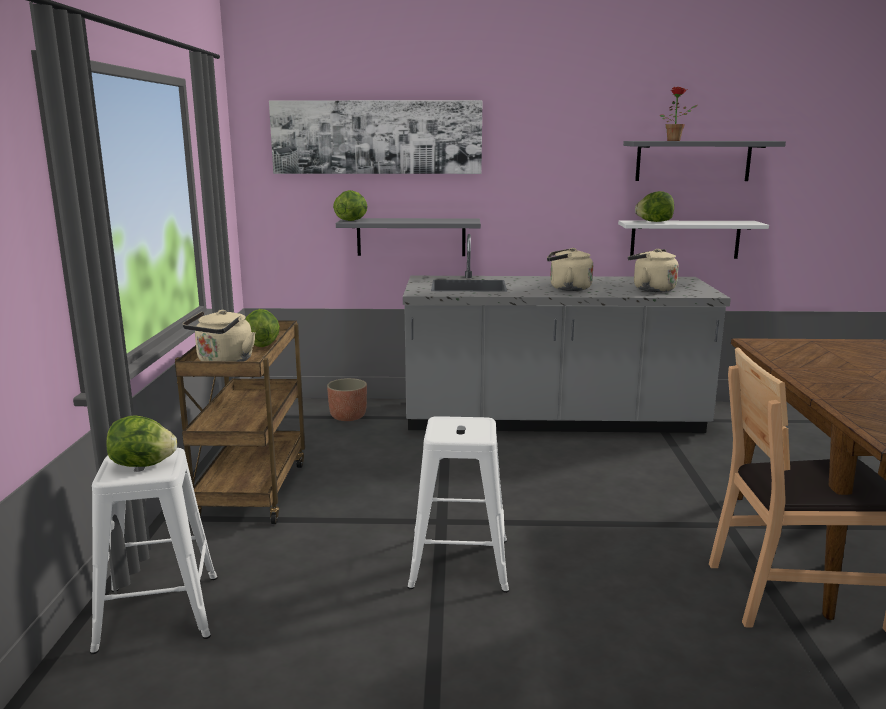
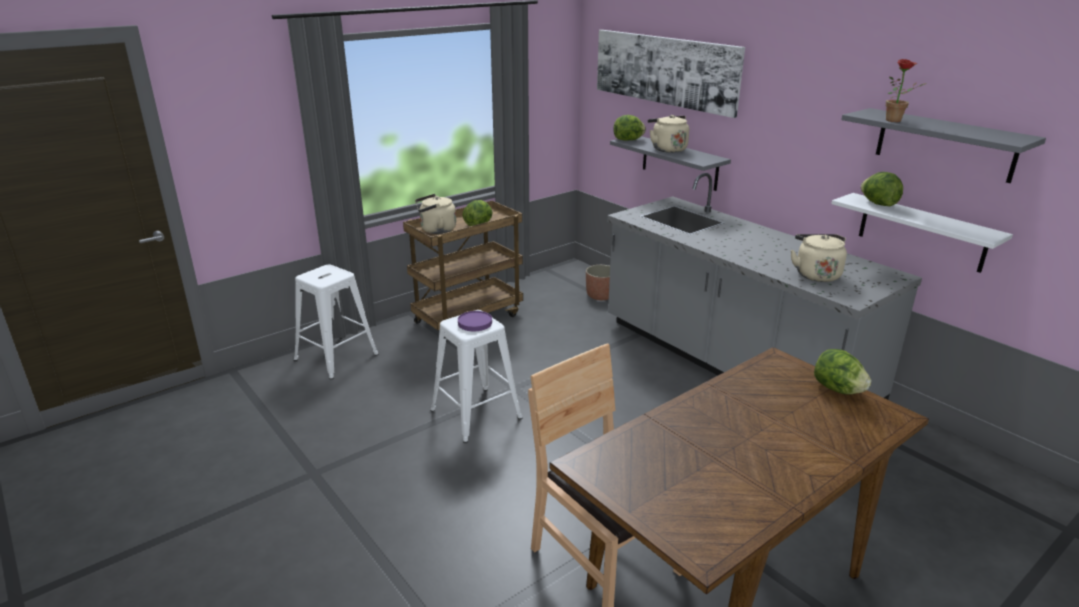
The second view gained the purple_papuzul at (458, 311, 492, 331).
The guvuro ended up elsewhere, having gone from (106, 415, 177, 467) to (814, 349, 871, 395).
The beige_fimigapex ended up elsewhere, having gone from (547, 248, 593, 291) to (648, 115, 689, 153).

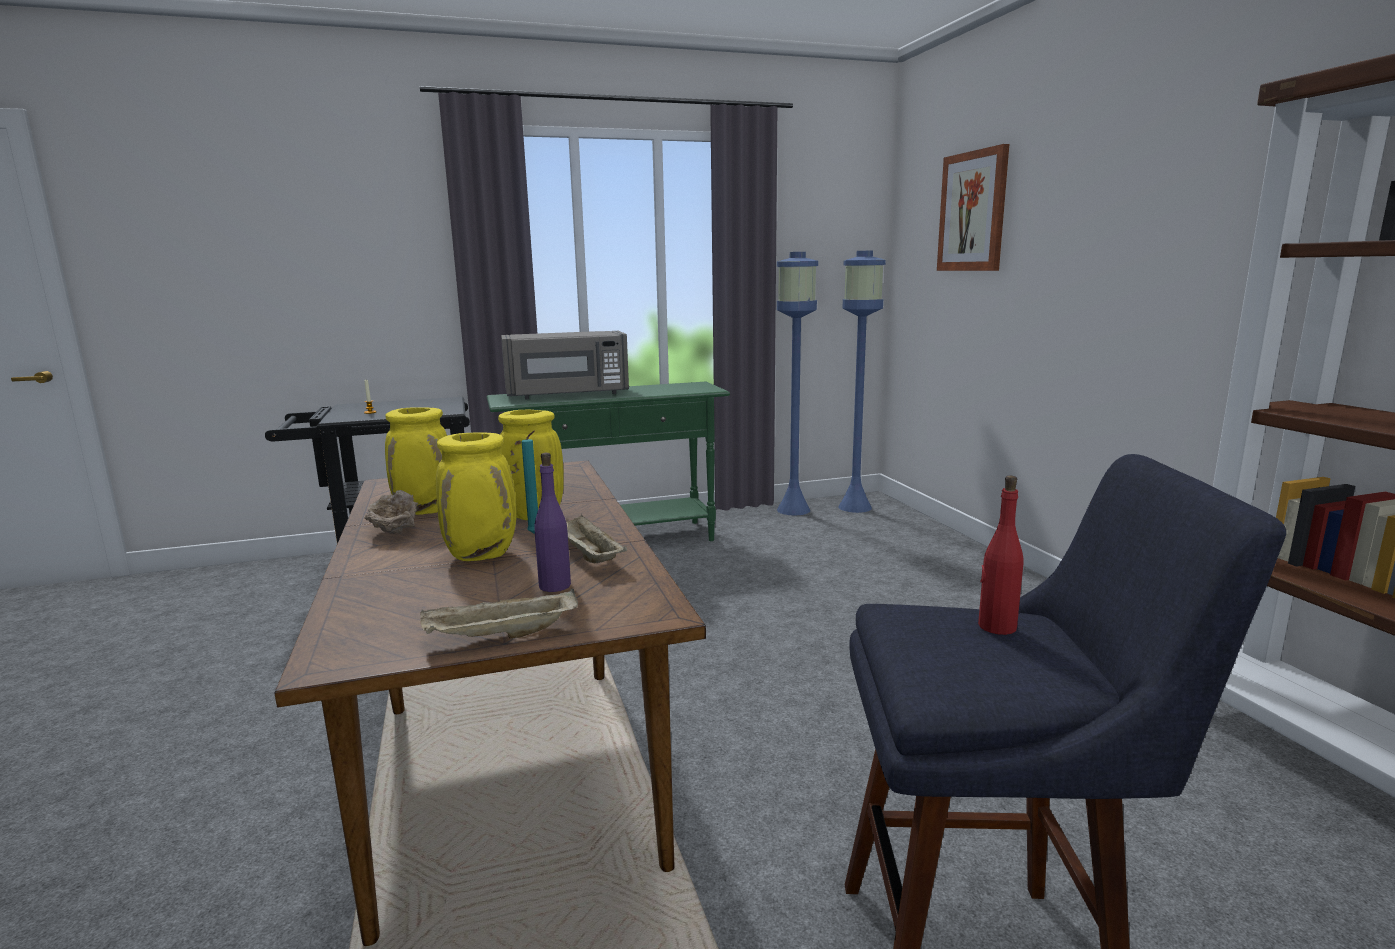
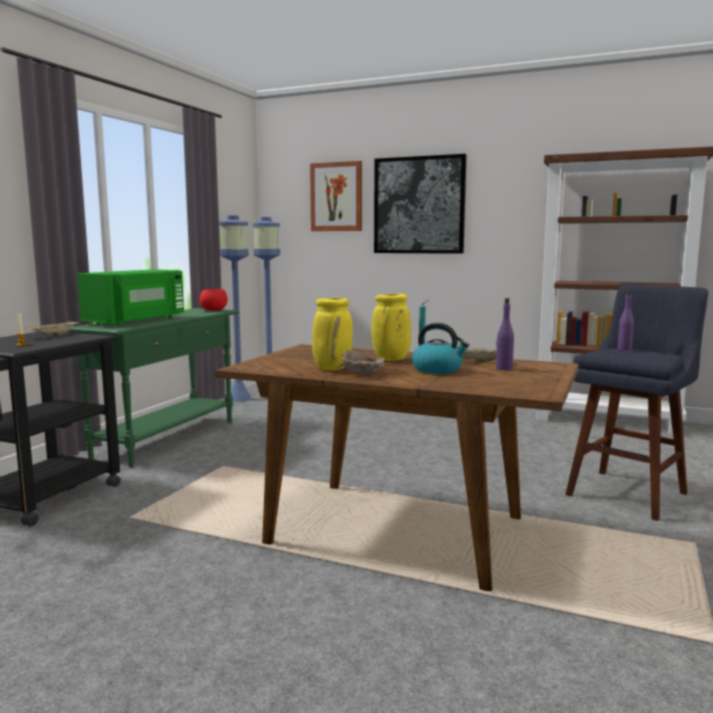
The second view gained the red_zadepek at (199, 289, 228, 311).
The second view gained the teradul at (374, 154, 467, 254).
The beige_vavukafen ended up elsewhere, having gone from (420, 588, 578, 639) to (25, 320, 79, 335).
Where the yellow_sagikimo stood at (436, 433, 517, 561), the fimigapex came to stand at (412, 323, 469, 374).
What was the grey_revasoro at (501, 331, 629, 399) turned into the green_revasoro at (77, 270, 184, 326).
What was the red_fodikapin at (978, 476, 1023, 635) turned into the purple_fodikapin at (617, 290, 634, 350).

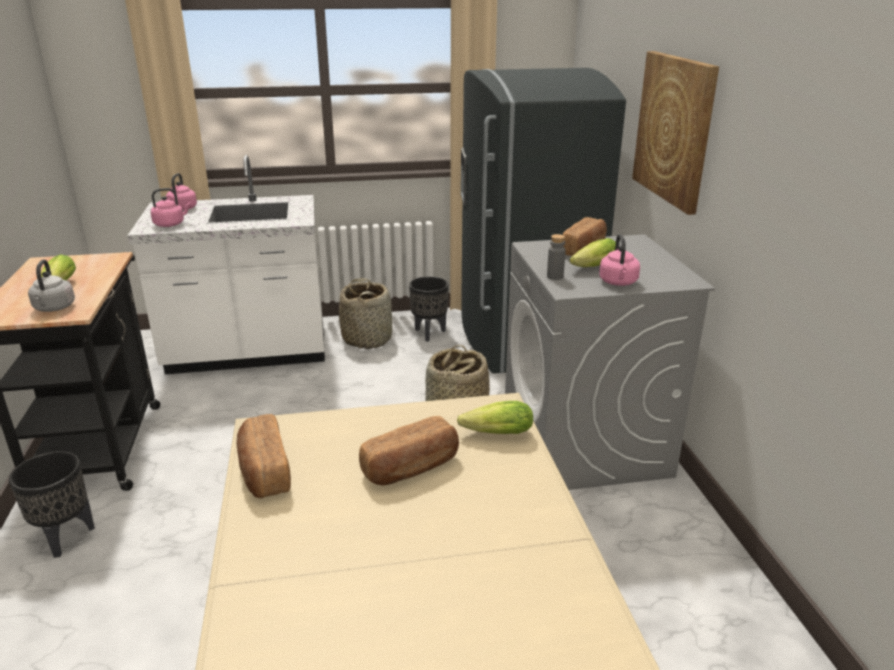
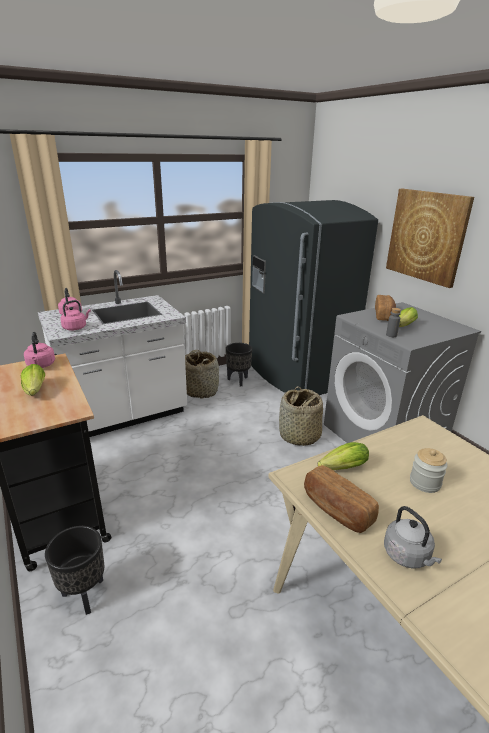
The grey_fimigapex ended up elsewhere, having gone from (28, 260, 75, 312) to (384, 506, 442, 569).
The guvuro ended up elsewhere, having gone from (457, 401, 533, 434) to (318, 442, 369, 470).
The pink_fimigapex ended up elsewhere, having gone from (599, 234, 640, 286) to (24, 332, 55, 368).
Where the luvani stood at (359, 416, 459, 486), the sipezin came to stand at (410, 448, 448, 493).

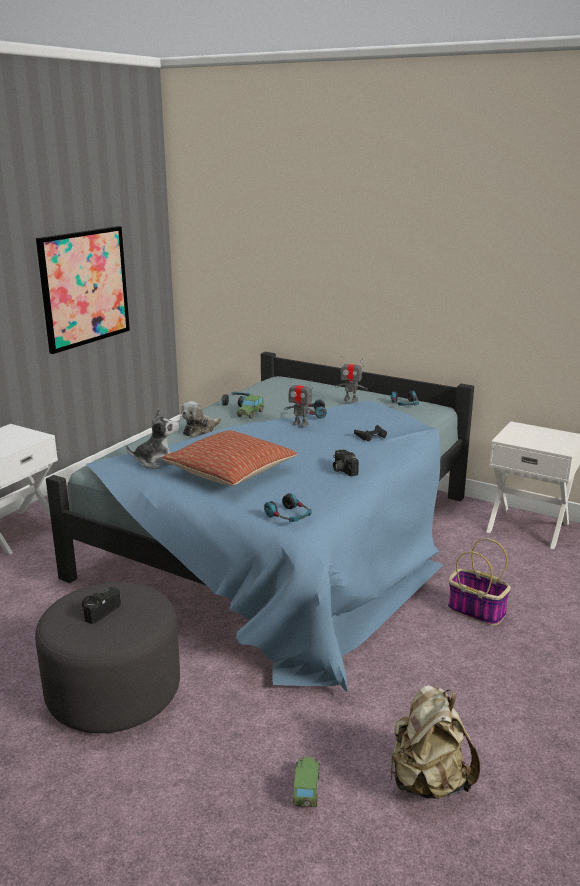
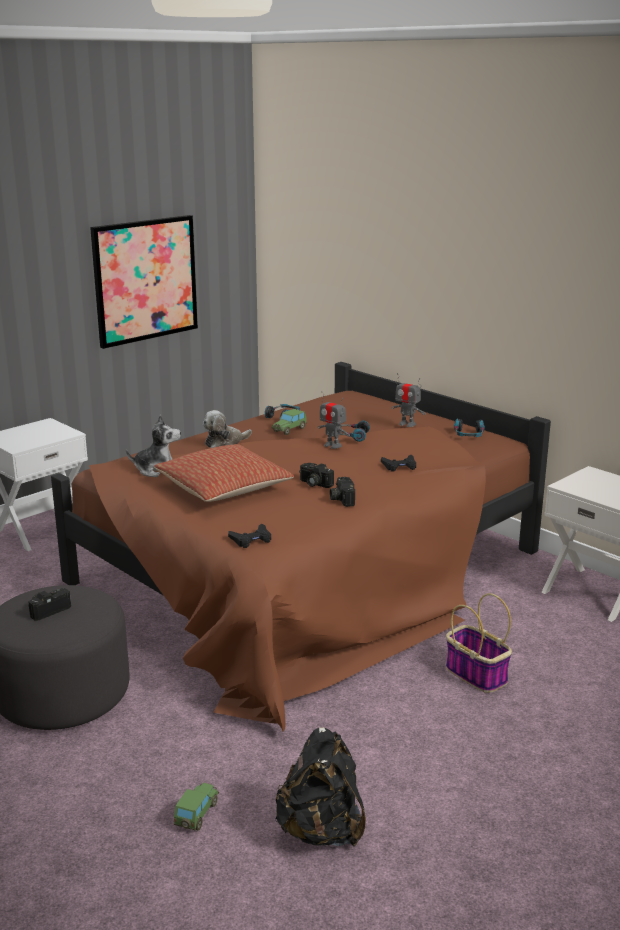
The second view gained the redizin at (299, 463, 334, 488).
Where the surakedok stood at (264, 493, 312, 522), the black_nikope came to stand at (228, 523, 271, 548).
What was the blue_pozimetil at (46, 352, 474, 692) turned into the brown_pozimetil at (51, 362, 551, 731).
What was the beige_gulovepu at (390, 685, 480, 799) turned into the black_gulovepu at (275, 727, 366, 846).

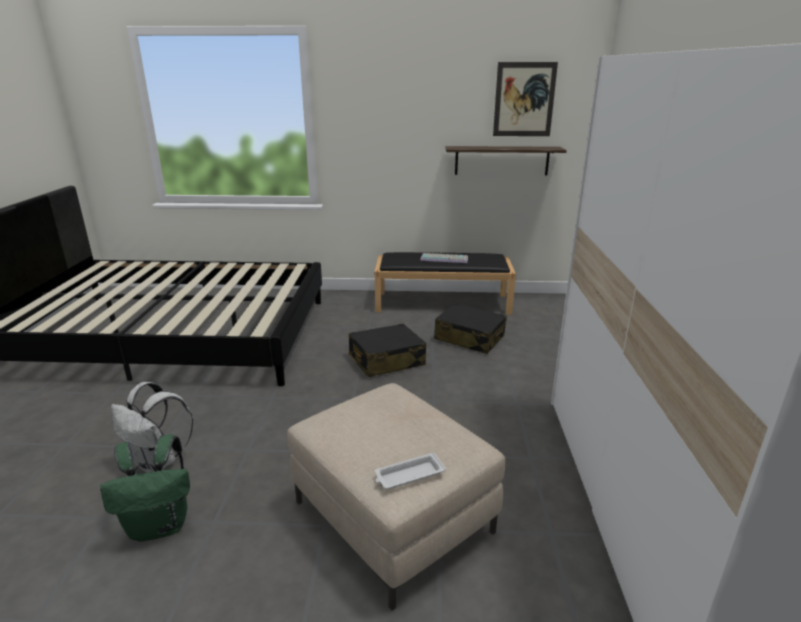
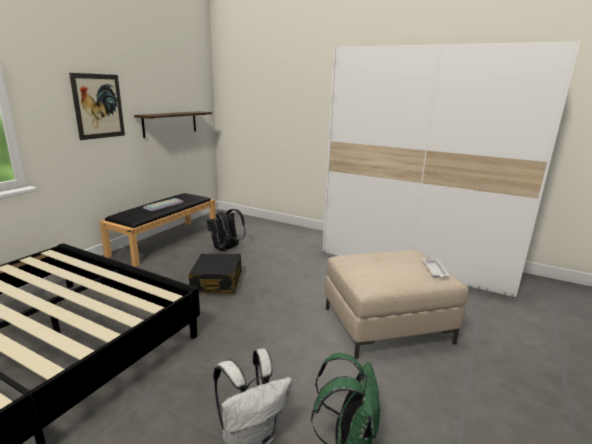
The teradul ended up elsewhere, having gone from (493, 62, 558, 136) to (69, 73, 125, 140).
Where the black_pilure stood at (434, 303, 507, 354), the black_gulovepu came to stand at (206, 209, 245, 251).

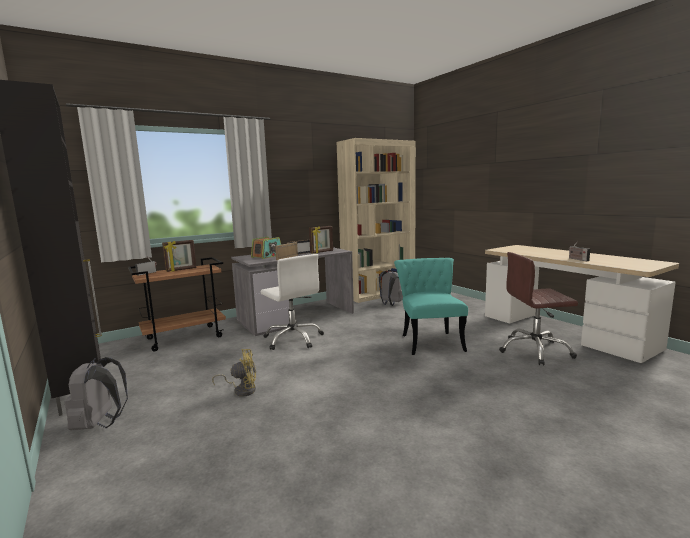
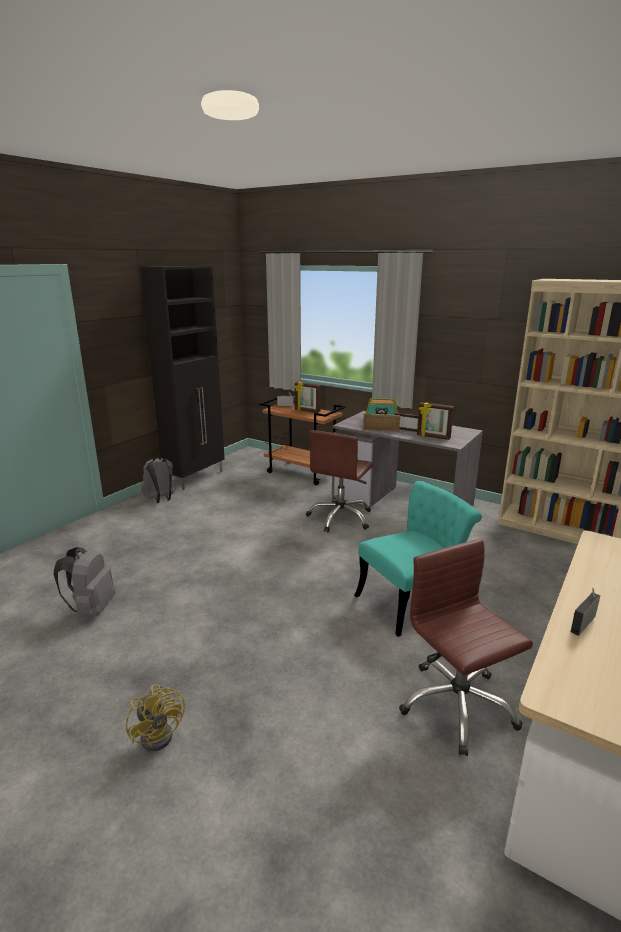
The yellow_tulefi ended up elsewhere, having gone from (212, 349, 256, 397) to (126, 685, 185, 751).
The grey_gulovepu ended up elsewhere, having gone from (379, 270, 403, 306) to (54, 547, 116, 615).
What was the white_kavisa at (260, 254, 324, 350) turned into the brown_kavisa at (306, 430, 373, 532).

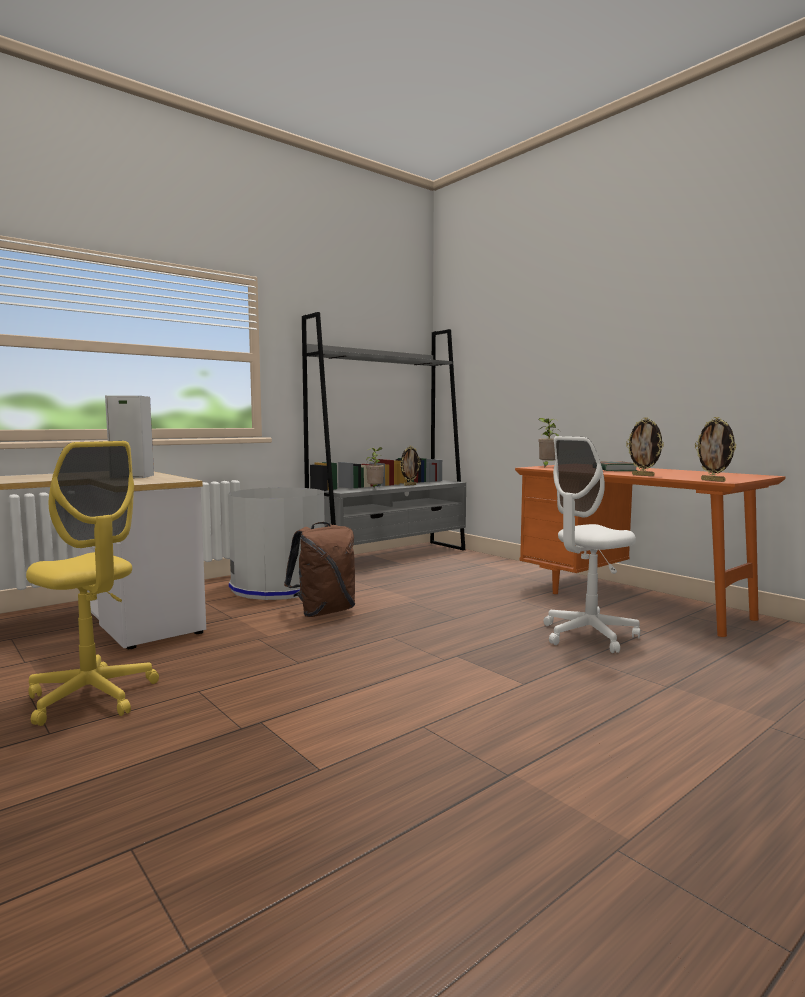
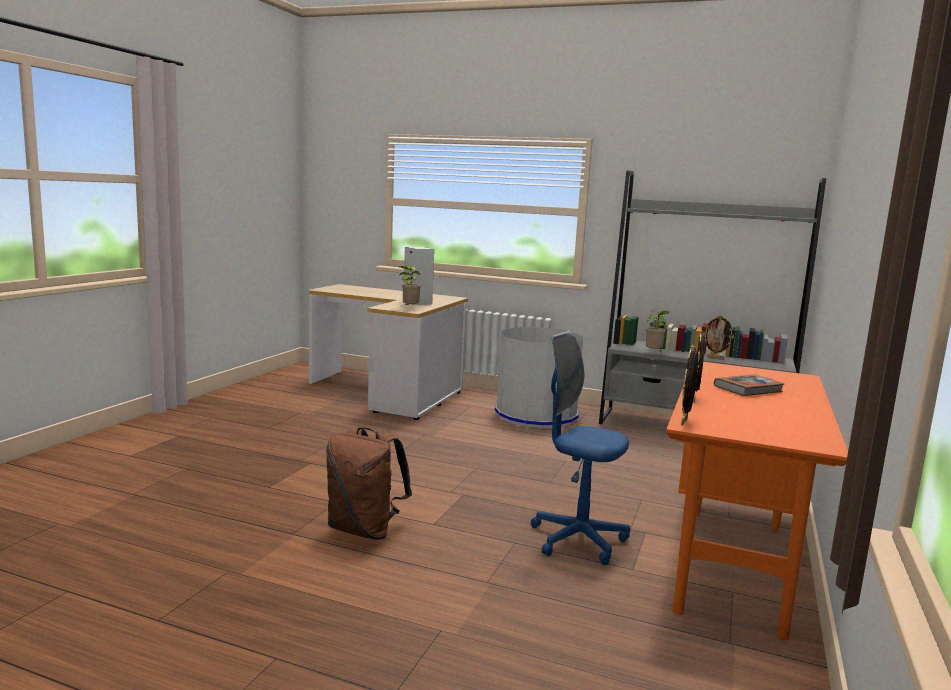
The second view lost the yellow_kavisa at (26, 441, 159, 726).
The brown_gulovepu ended up elsewhere, having gone from (284, 522, 355, 617) to (326, 428, 412, 540).
The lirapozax ended up elsewhere, having gone from (538, 418, 560, 467) to (399, 265, 421, 307).
What was the white_kavisa at (544, 436, 640, 653) turned into the blue_kavisa at (531, 331, 630, 565).

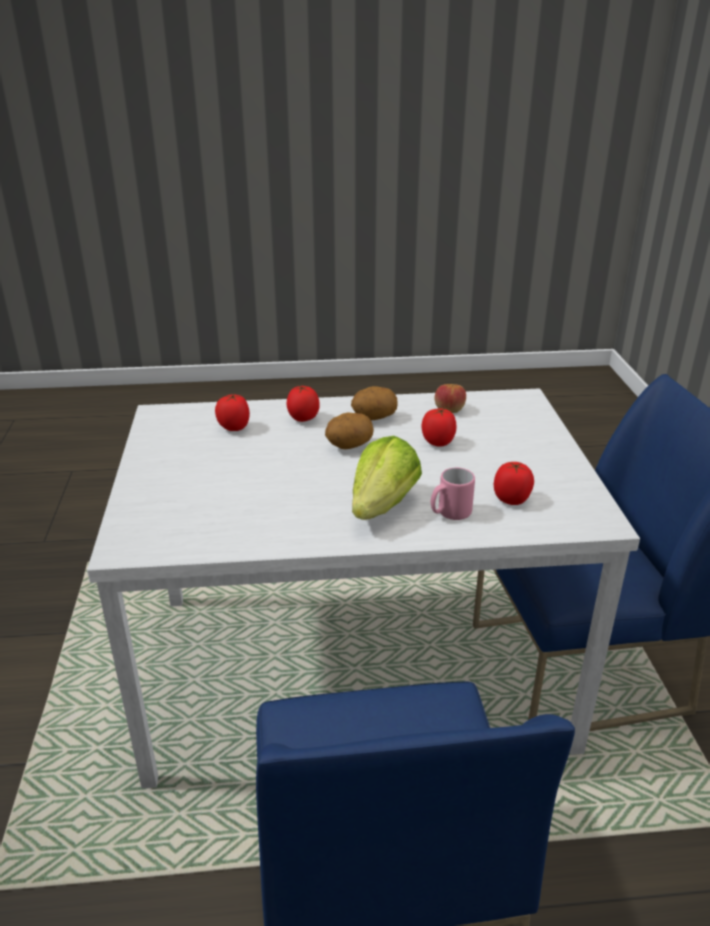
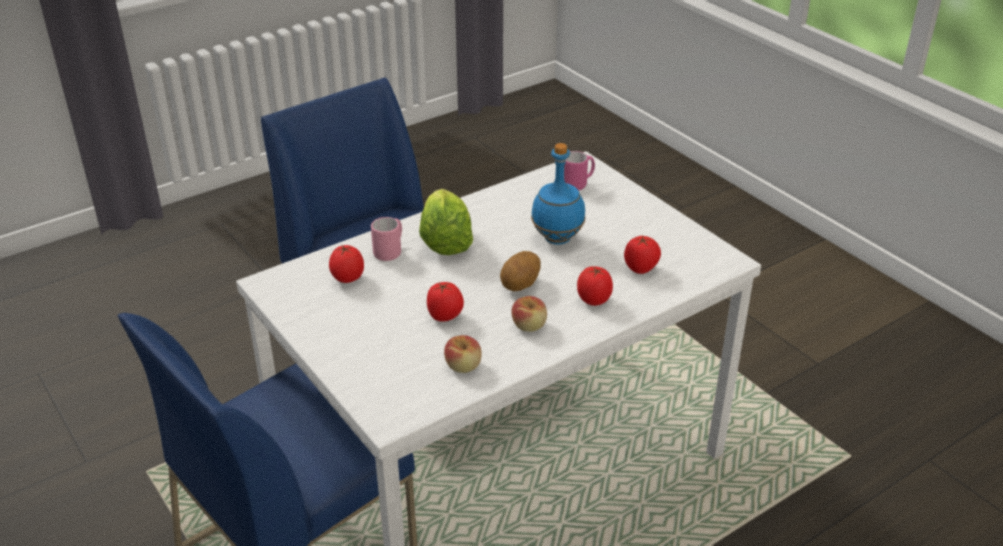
The second view gained the blue_fodikapin at (531, 143, 585, 245).
The second view gained the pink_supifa at (564, 151, 595, 191).
Where the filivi stood at (351, 386, 398, 420), the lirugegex came to stand at (511, 296, 547, 332).

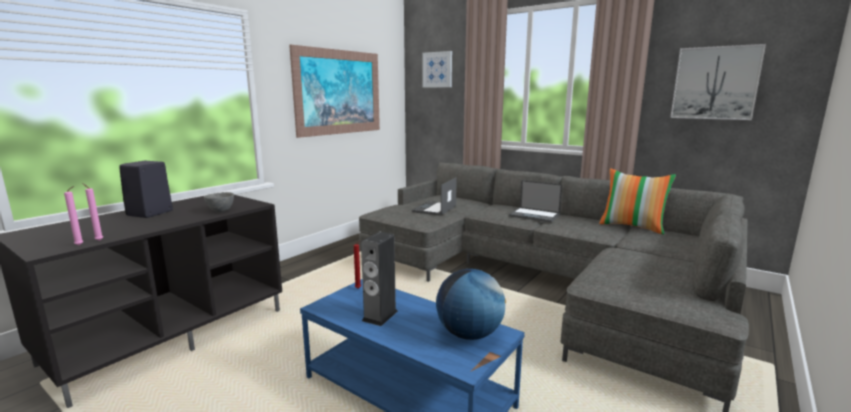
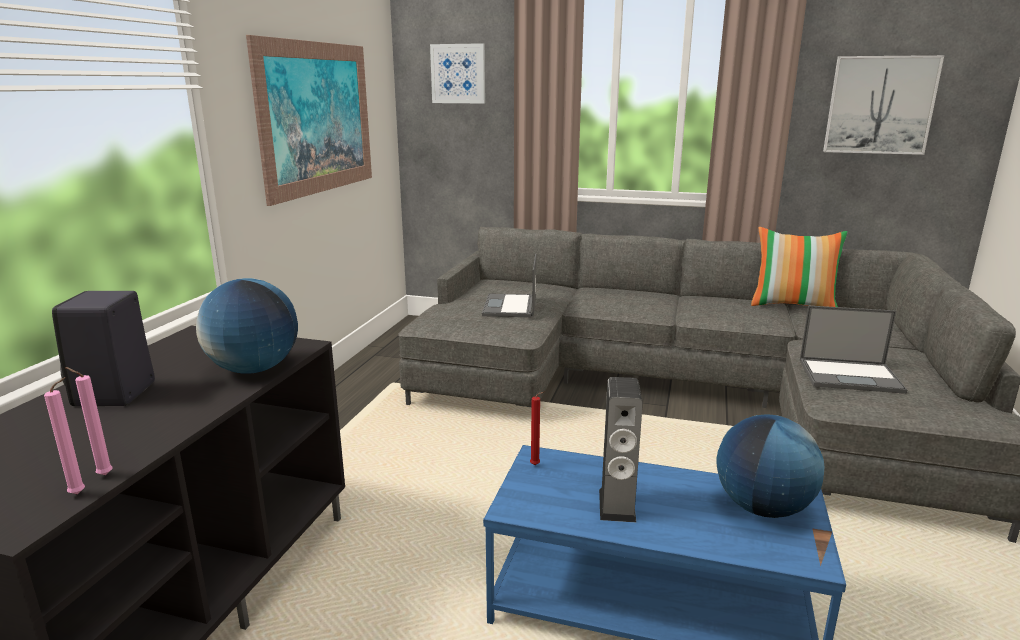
The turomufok ended up elsewhere, having gone from (509, 180, 563, 223) to (800, 305, 907, 394).
Where the grey_zadepek stood at (204, 192, 234, 212), the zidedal came to stand at (196, 278, 298, 374).

